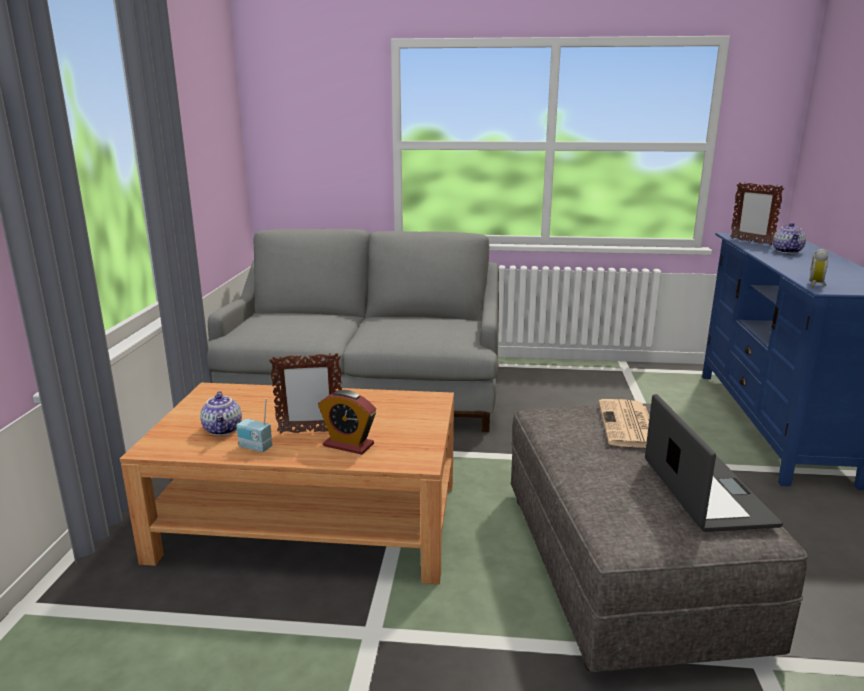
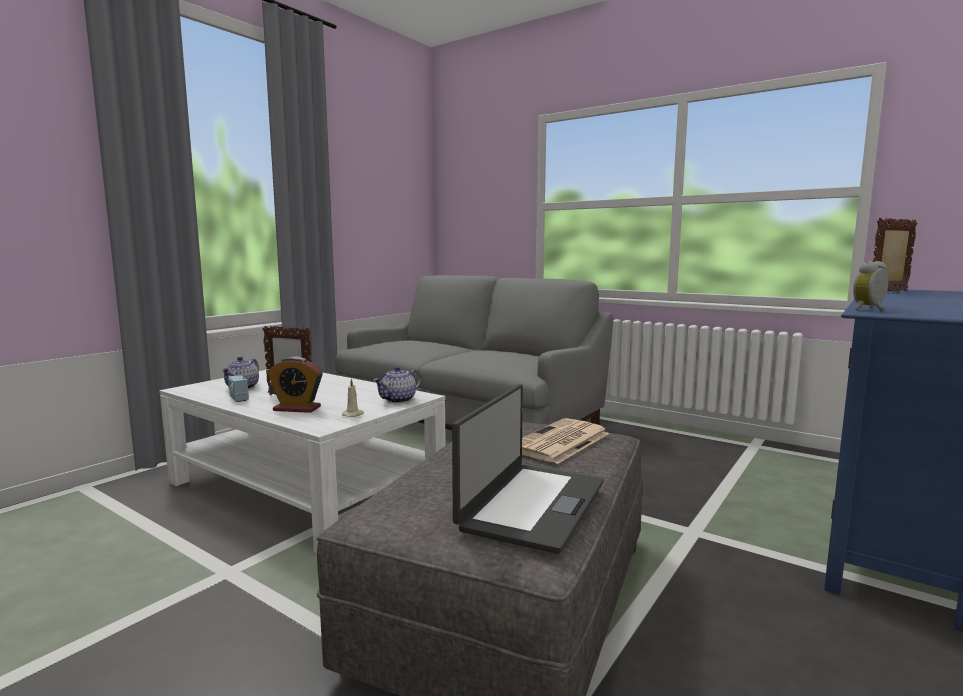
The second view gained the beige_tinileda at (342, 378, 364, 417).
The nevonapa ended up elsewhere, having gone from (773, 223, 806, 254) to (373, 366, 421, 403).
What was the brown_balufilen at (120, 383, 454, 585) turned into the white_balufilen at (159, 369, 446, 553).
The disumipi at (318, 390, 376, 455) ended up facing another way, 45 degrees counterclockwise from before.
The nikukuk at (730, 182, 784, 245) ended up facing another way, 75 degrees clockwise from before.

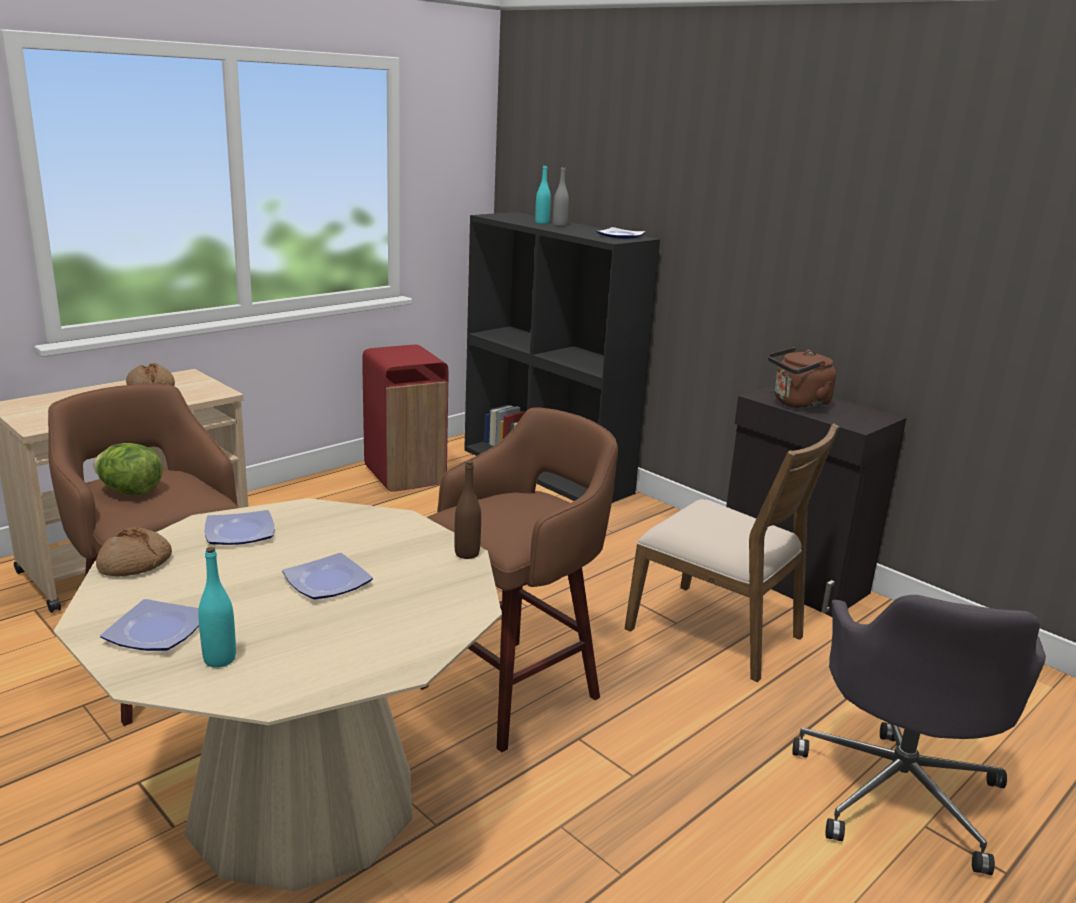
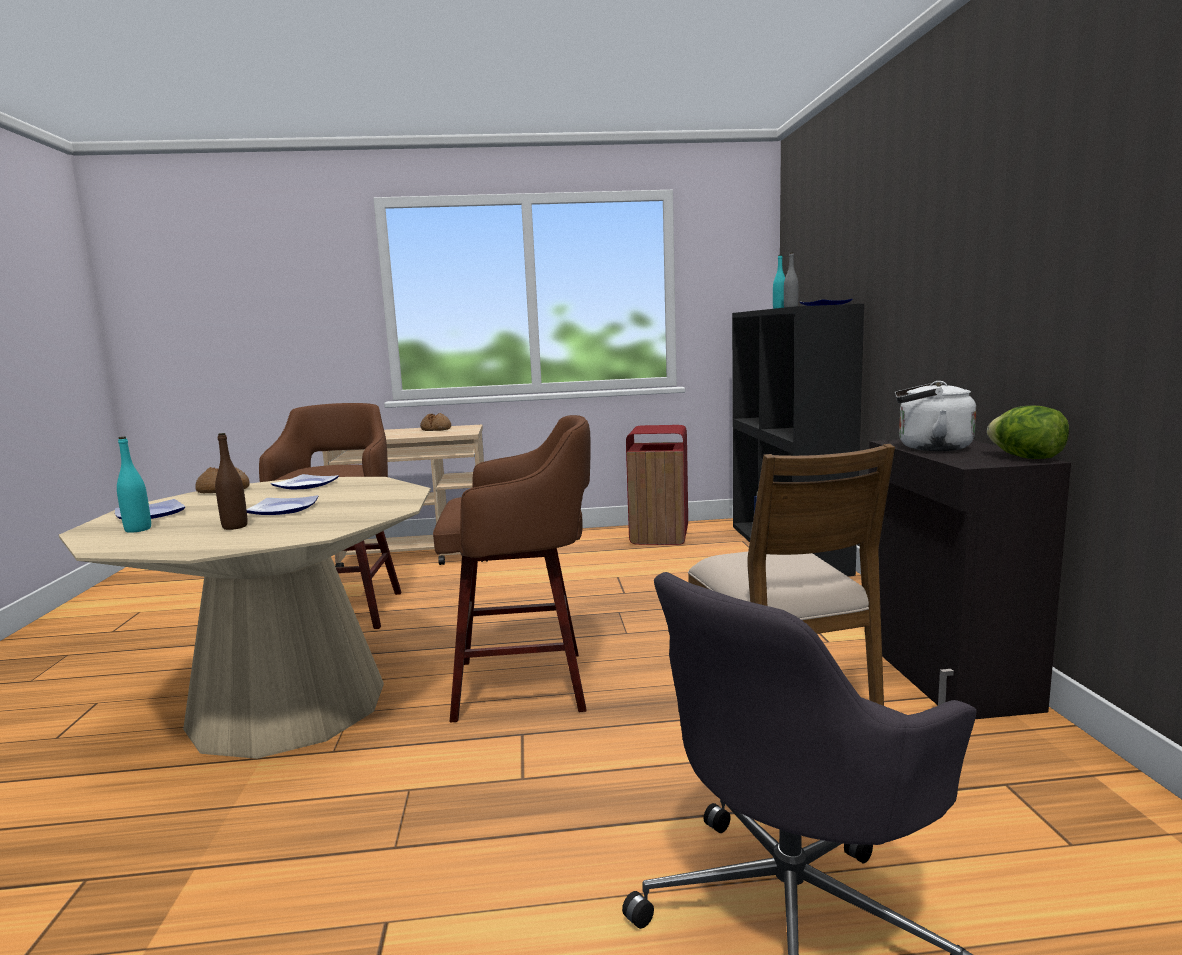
The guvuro ended up elsewhere, having gone from (94, 443, 163, 495) to (987, 405, 1069, 459).
The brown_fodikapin ended up elsewhere, having gone from (454, 461, 481, 559) to (215, 433, 248, 530).
What was the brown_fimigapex at (768, 347, 836, 410) turned into the white_fimigapex at (895, 381, 976, 451).

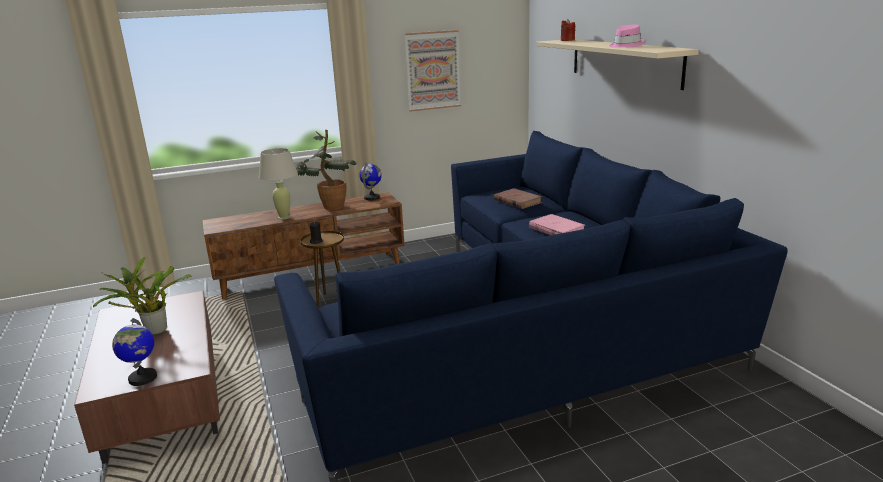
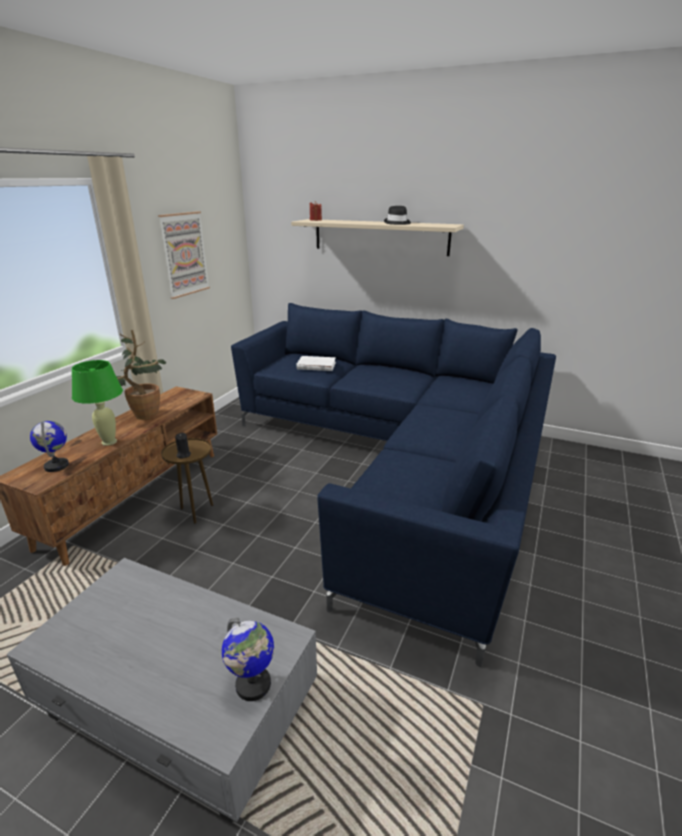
The second view lost the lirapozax at (93, 257, 192, 335).
The second view lost the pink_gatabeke at (529, 214, 585, 235).
The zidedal ended up elsewhere, having gone from (359, 163, 382, 200) to (30, 421, 69, 472).
What was the brown_balufilen at (74, 290, 220, 464) turned into the grey_balufilen at (7, 558, 317, 824).
What was the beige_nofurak at (259, 148, 298, 220) turned into the green_nofurak at (72, 360, 123, 446).
What was the brown_gatabeke at (494, 189, 542, 209) turned into the white_gatabeke at (296, 356, 336, 371).
What was the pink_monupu at (609, 25, 645, 48) turned into the black_monupu at (384, 206, 411, 225).

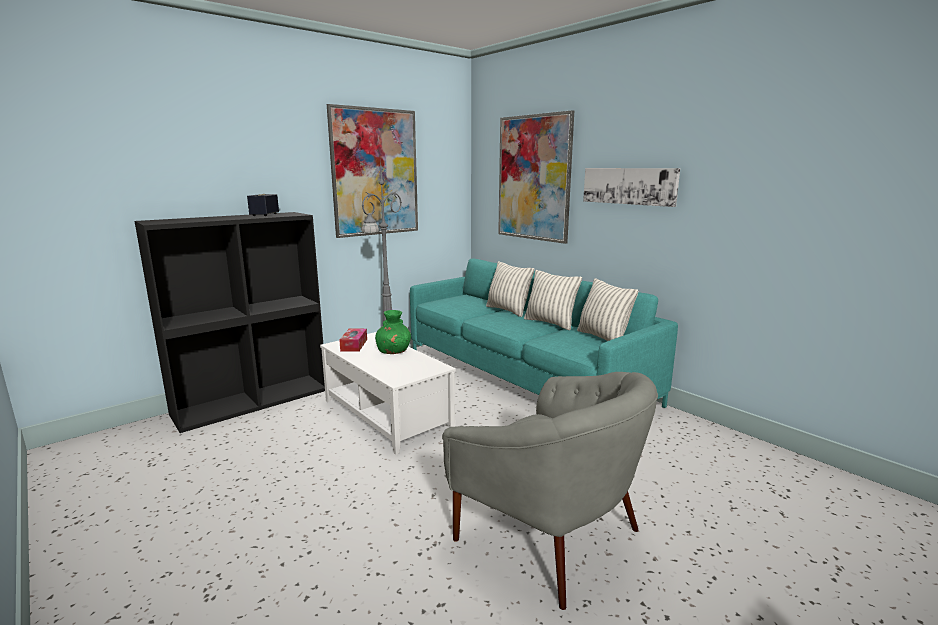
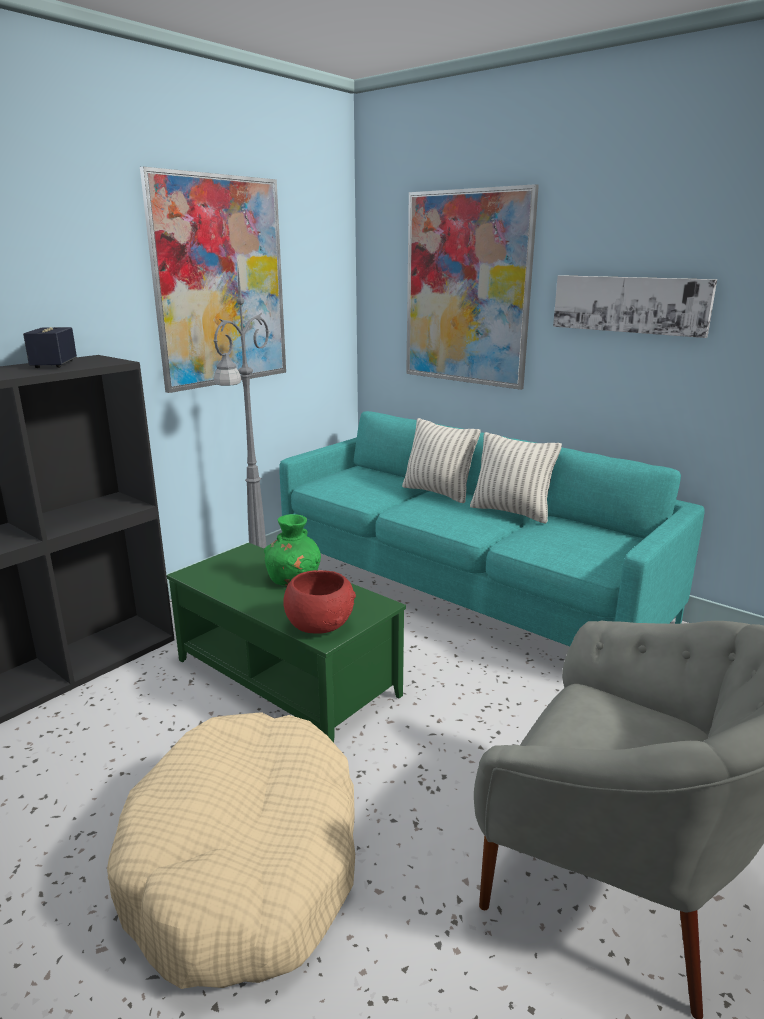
The second view lost the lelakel at (339, 328, 367, 352).
The second view lost the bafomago at (577, 278, 639, 341).
The second view gained the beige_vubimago at (107, 712, 355, 989).
The second view gained the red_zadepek at (283, 570, 356, 633).
What was the white_balufilen at (320, 332, 456, 455) turned into the green_balufilen at (167, 543, 406, 743).

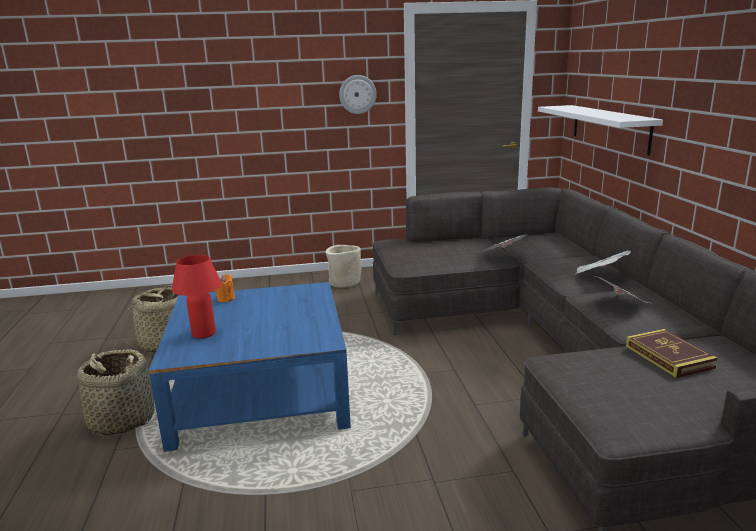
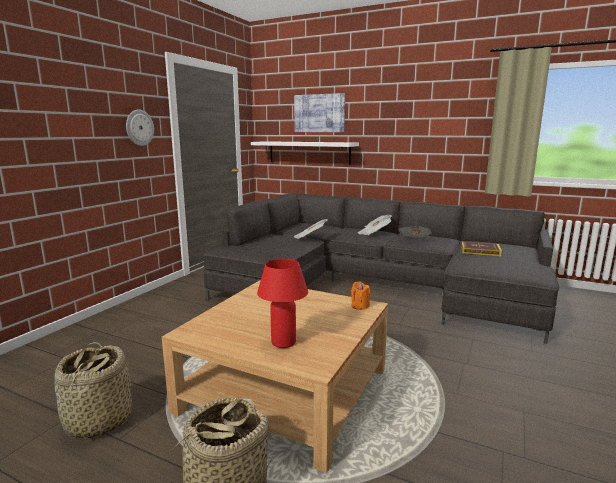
The second view lost the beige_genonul at (325, 245, 361, 287).
The second view gained the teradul at (294, 93, 345, 132).
The orange_tinileda ended up elsewhere, having gone from (215, 274, 235, 302) to (351, 282, 370, 310).
What was the blue_balufilen at (149, 282, 351, 452) turned into the beige_balufilen at (162, 280, 388, 473).

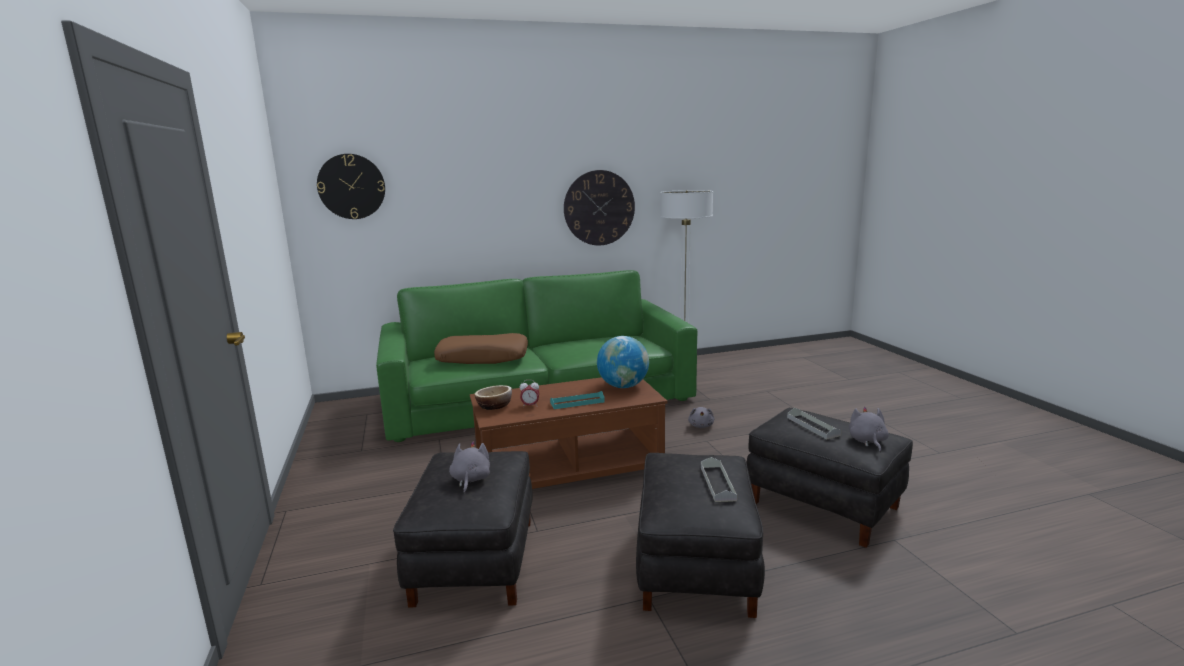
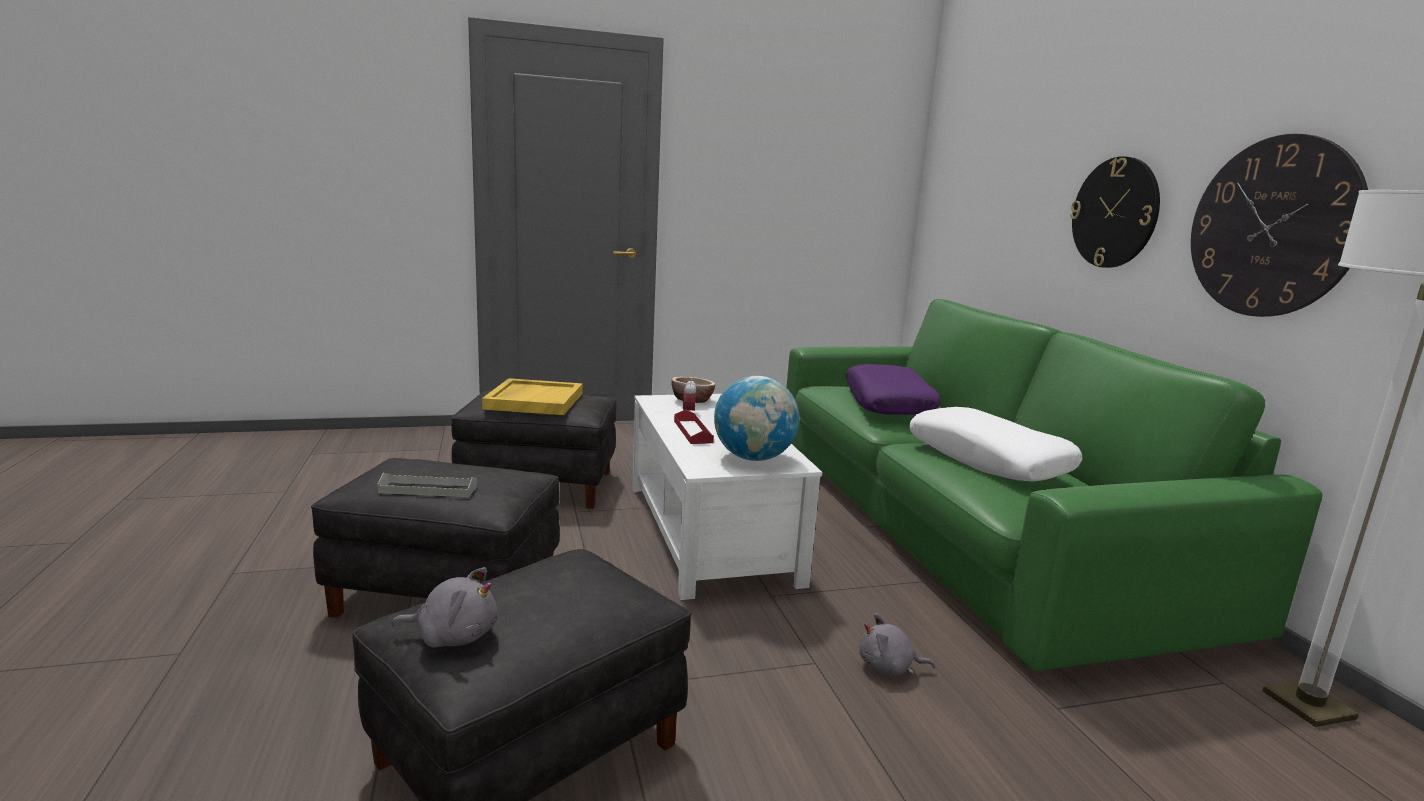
The second view lost the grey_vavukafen at (787, 408, 842, 439).
The second view gained the white_bafomago at (909, 407, 1083, 482).
The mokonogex ended up elsewhere, having gone from (317, 154, 385, 219) to (1070, 156, 1160, 268).
Where the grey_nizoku stood at (449, 441, 490, 494), the yellow_vavukafen came to stand at (482, 378, 583, 415).
What was the brown_bafomago at (434, 333, 528, 364) turned into the purple_bafomago at (845, 364, 941, 415).
What was the brown_balufilen at (470, 377, 668, 489) turned into the white_balufilen at (632, 394, 822, 600).
What was the turquoise_vavukafen at (550, 391, 605, 409) turned into the red_vavukafen at (674, 409, 714, 444).

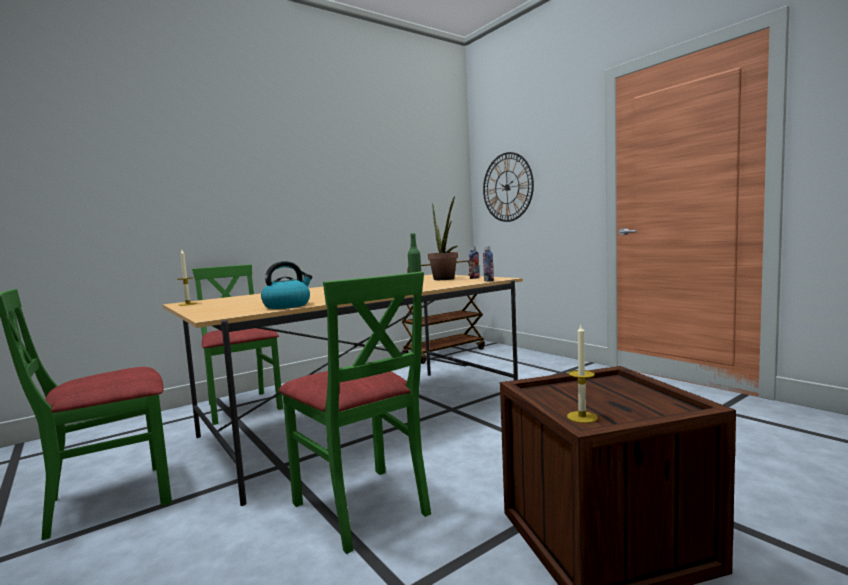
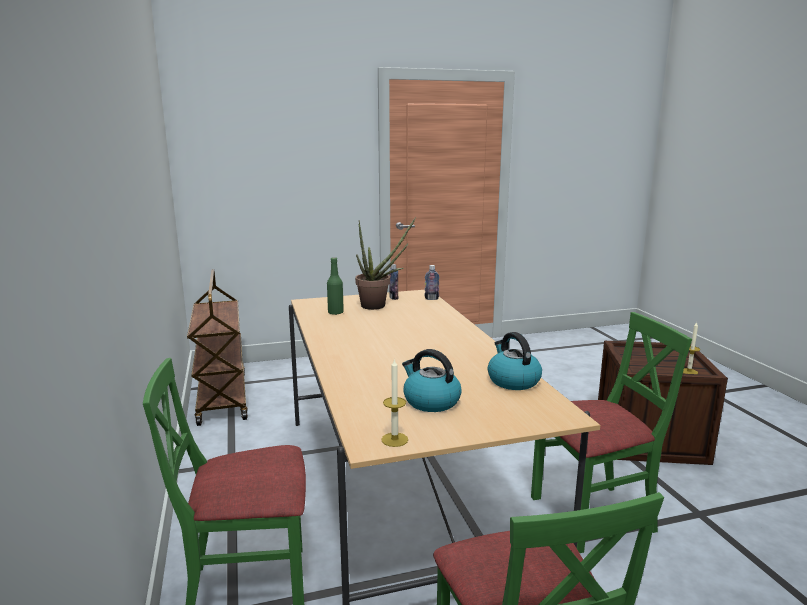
The second view lost the mokonogex at (483, 152, 534, 222).
The second view gained the fimigapex at (402, 349, 462, 412).

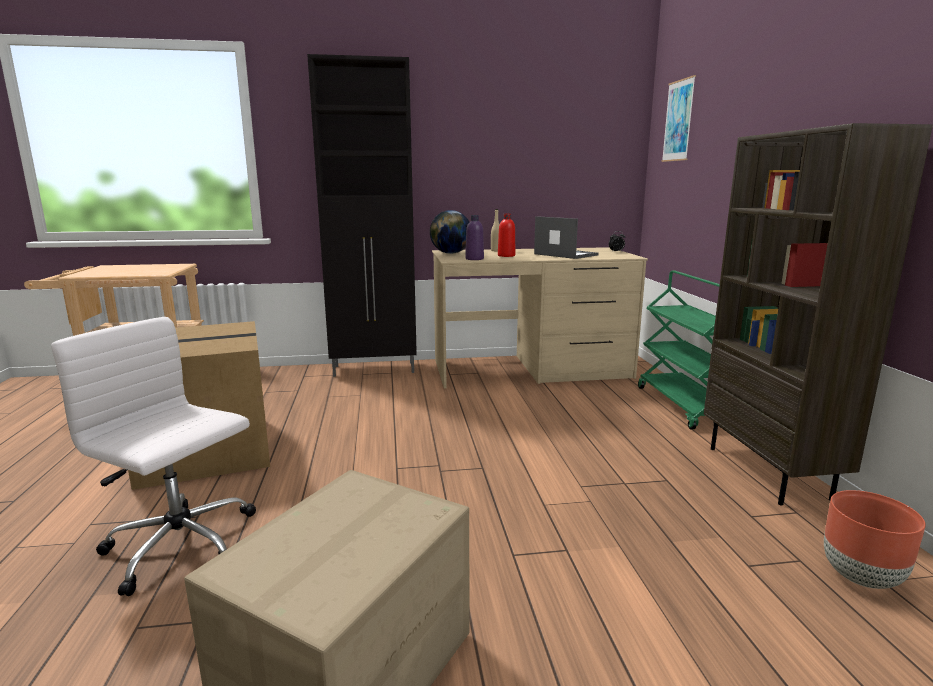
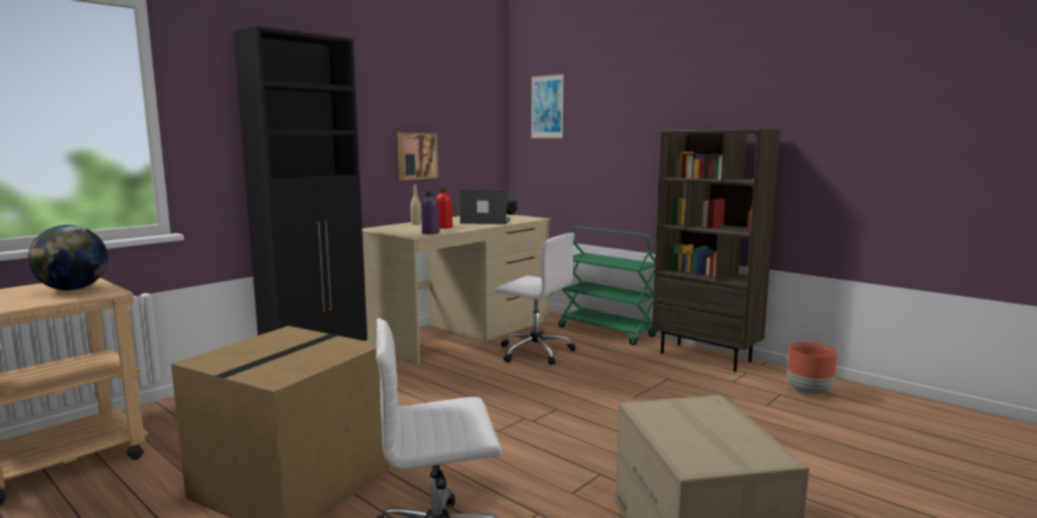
The second view gained the teradul at (398, 133, 438, 180).
The second view gained the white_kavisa at (495, 233, 576, 365).
The zidedal ended up elsewhere, having gone from (430, 210, 469, 254) to (28, 225, 108, 291).

